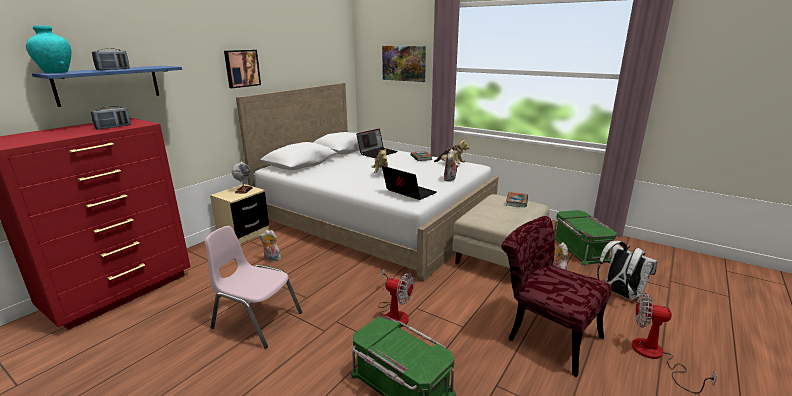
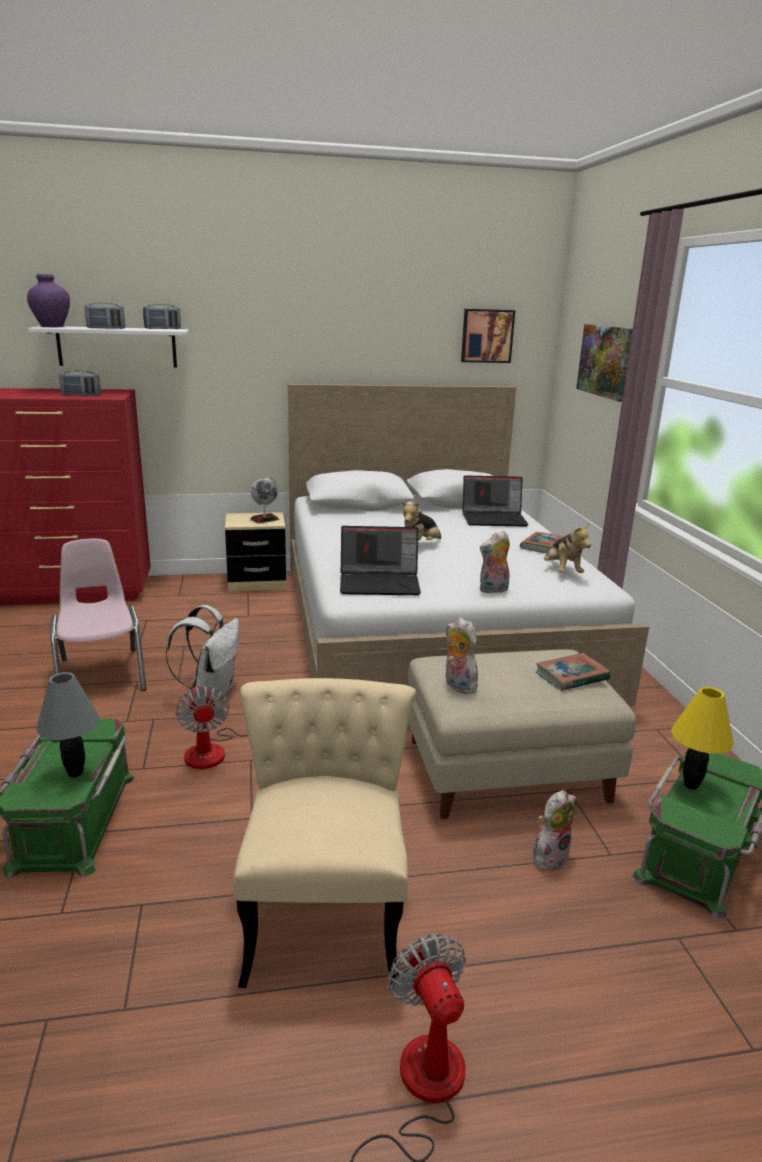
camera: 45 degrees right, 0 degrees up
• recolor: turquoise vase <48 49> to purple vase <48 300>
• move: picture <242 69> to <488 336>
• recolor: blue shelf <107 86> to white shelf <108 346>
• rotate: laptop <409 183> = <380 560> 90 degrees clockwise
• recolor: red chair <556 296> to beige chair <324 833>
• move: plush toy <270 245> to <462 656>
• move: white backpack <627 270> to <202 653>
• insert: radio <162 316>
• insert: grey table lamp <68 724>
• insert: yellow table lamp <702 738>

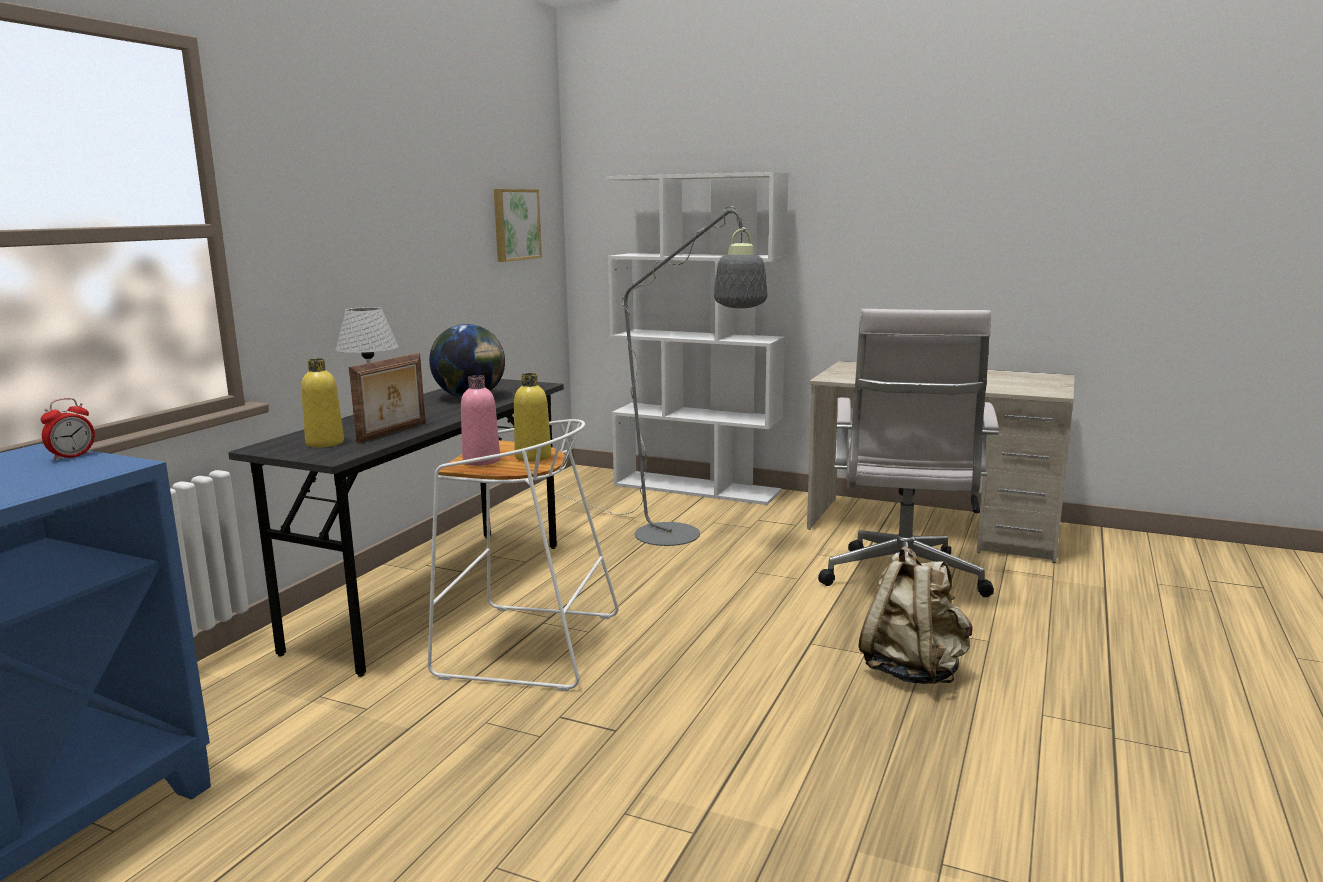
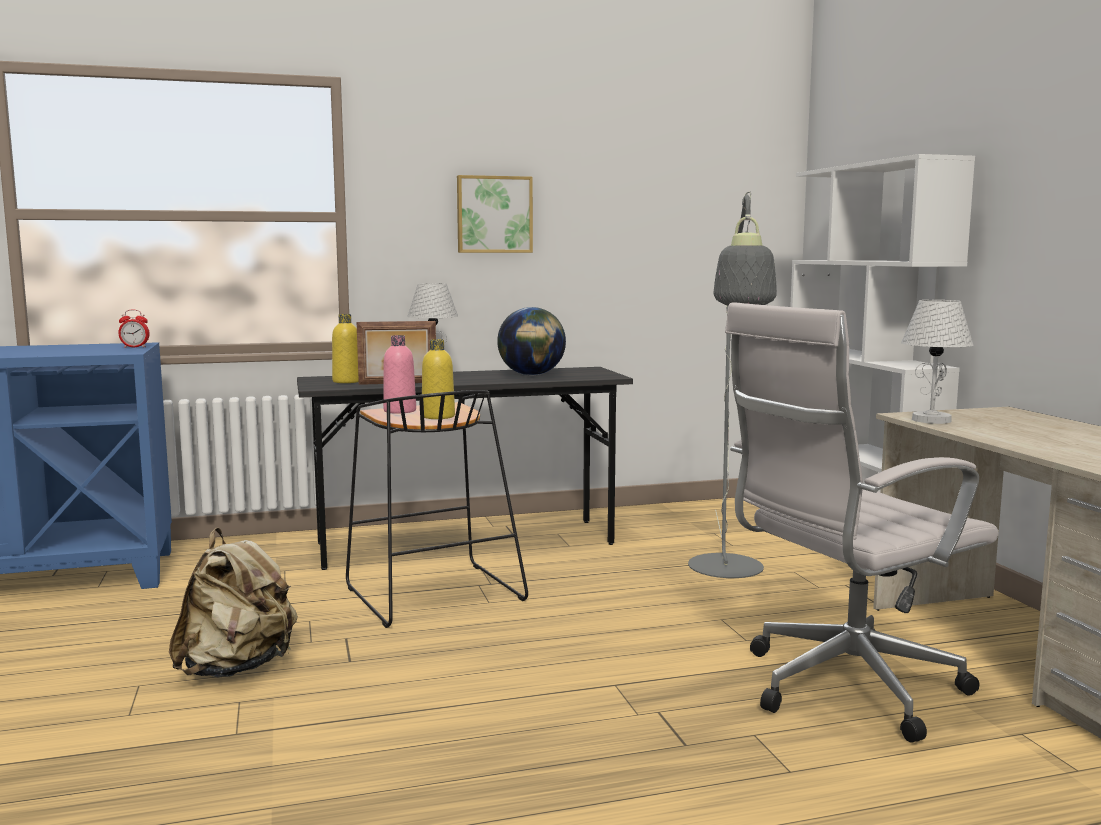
camera: 50 degrees right, 5 degrees down
• move: picture <518 225> to <495 214>
• recolor: white stool <523 555> to black stool <437 509>
• move: beige backpack <915 615> to <233 603>
• insert: white table lamp <937 362>

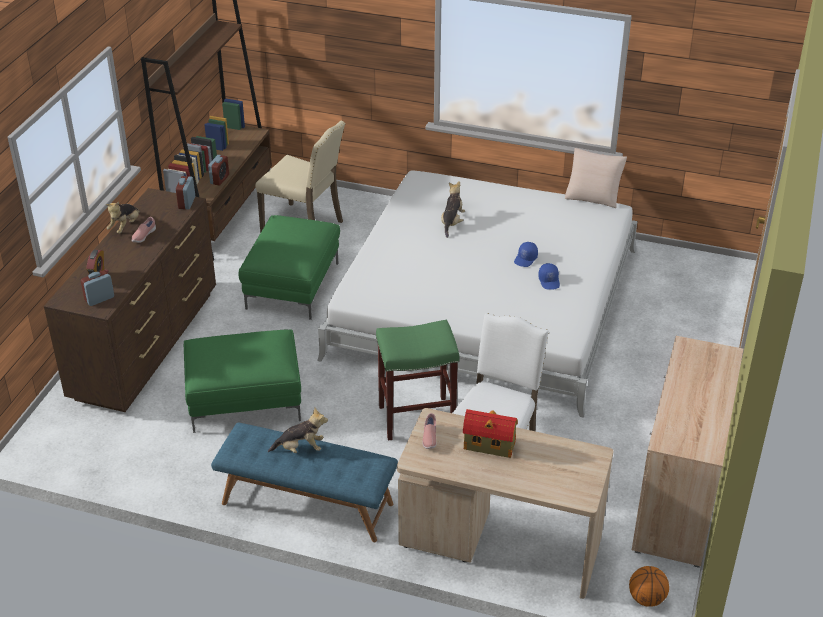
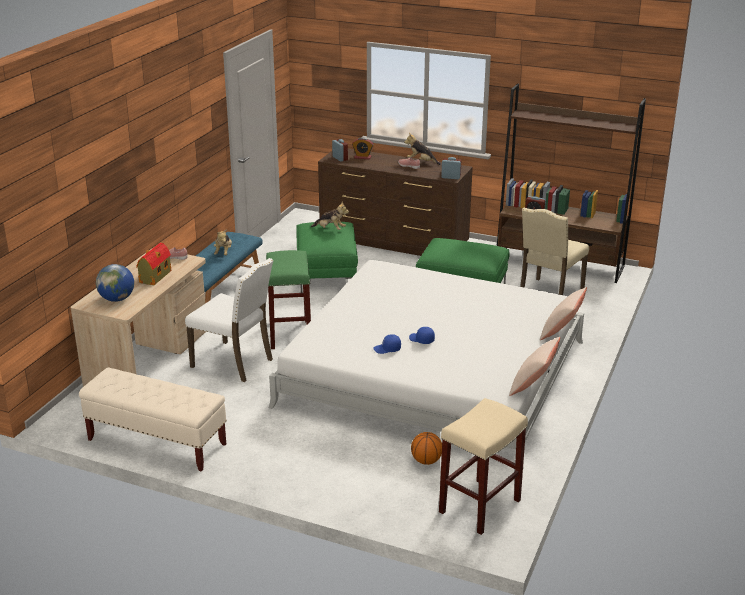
camera: 95 degrees right, 10 degrees down
• move: plush toy <453 209> to <330 215>
• replace: beige cabinet <687 452> to beige bench <153 419>
• move: basketball <649 586> to <426 448>
• insert: globe <115 283>
• insert: beige pillow <563 313>
• insert: beige stool <483 466>

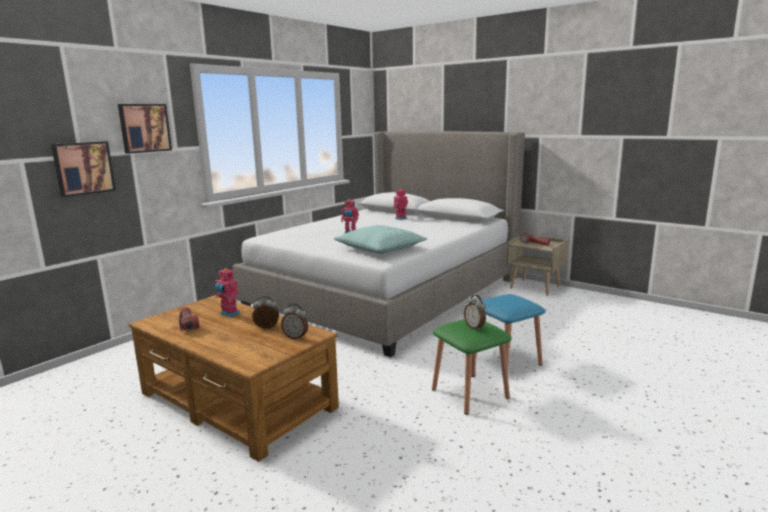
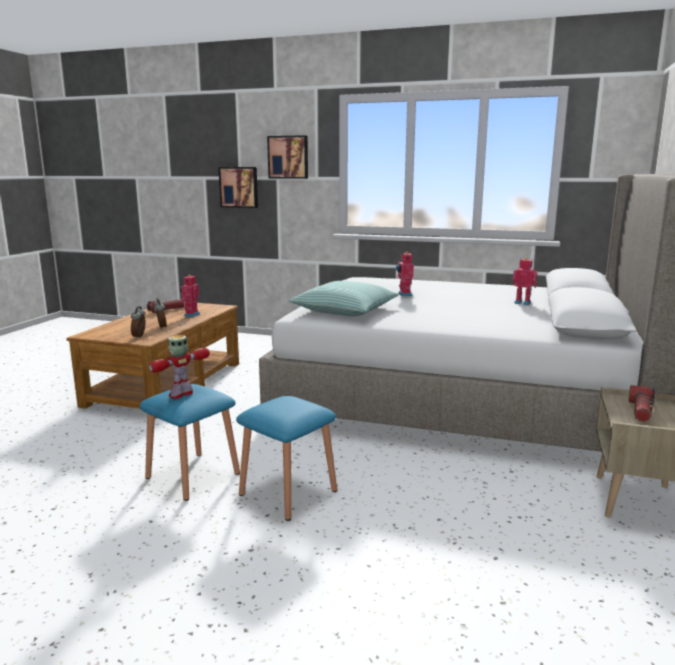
camera: 70 degrees right, 0 degrees up
• replace: alarm clock <475 313> to toy robot <179 367>
• recolor: green stool <472 367> to blue stool <190 442>

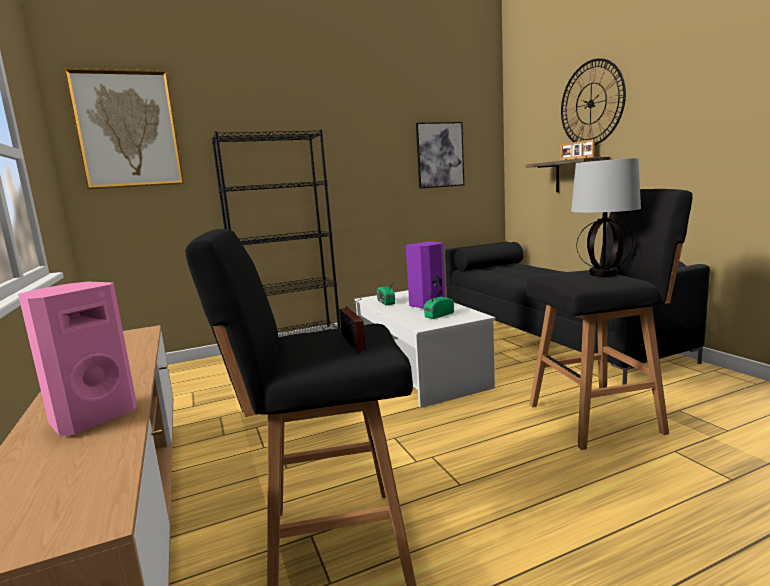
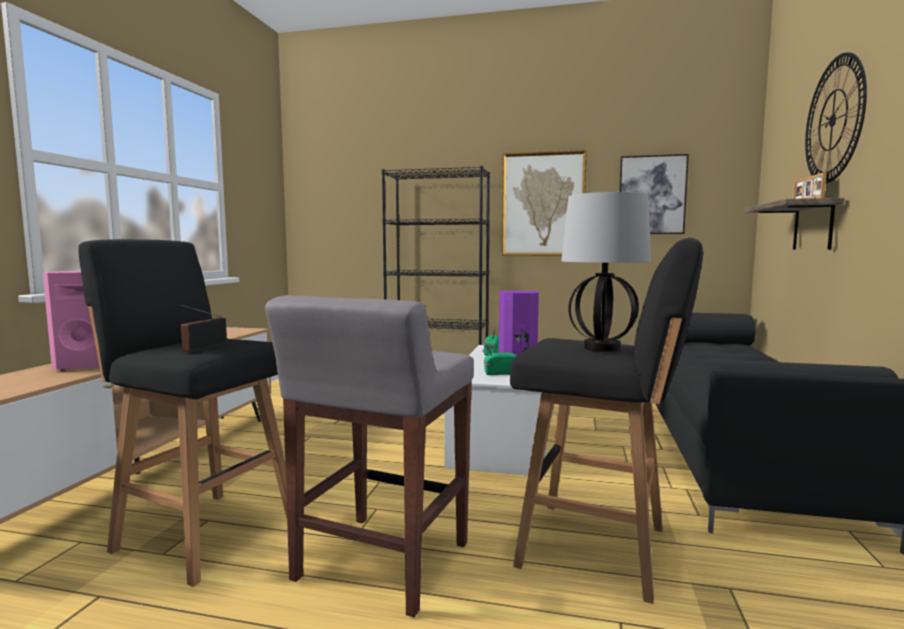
camera: 35 degrees right, 5 degrees down
• move: picture <124 128> to <544 203>
• insert: grey stool <369 456>

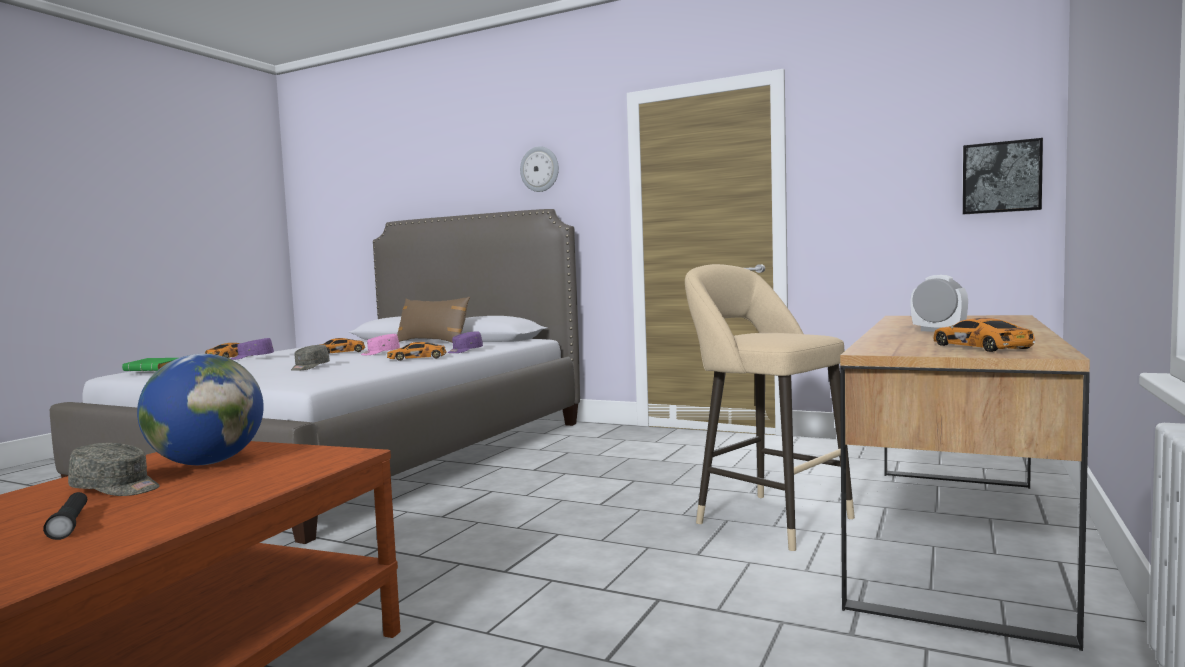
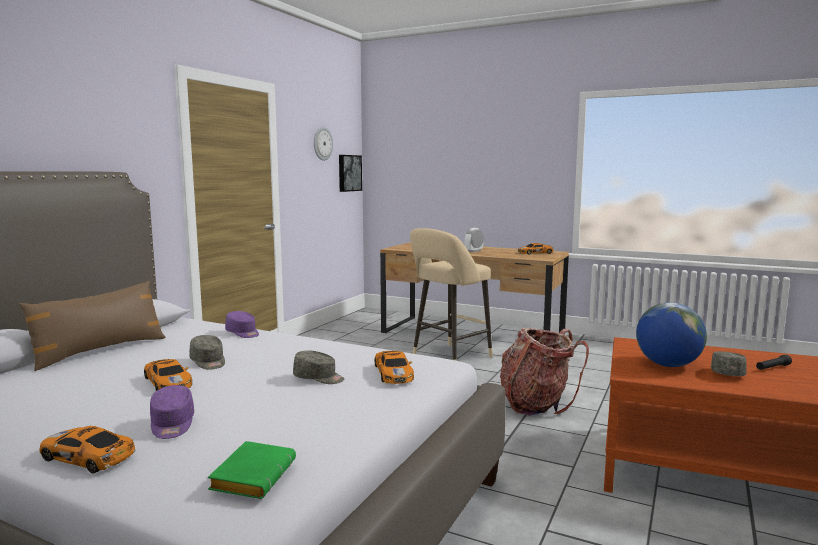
camera: 90 degrees left, 5 degrees up
• move: wall clock <539 169> to <323 144>
• recolor: pink cap <380 344> to grey cap <207 352>
• move: toy car <416 351> to <394 367>
• insert: backpack <544 371>

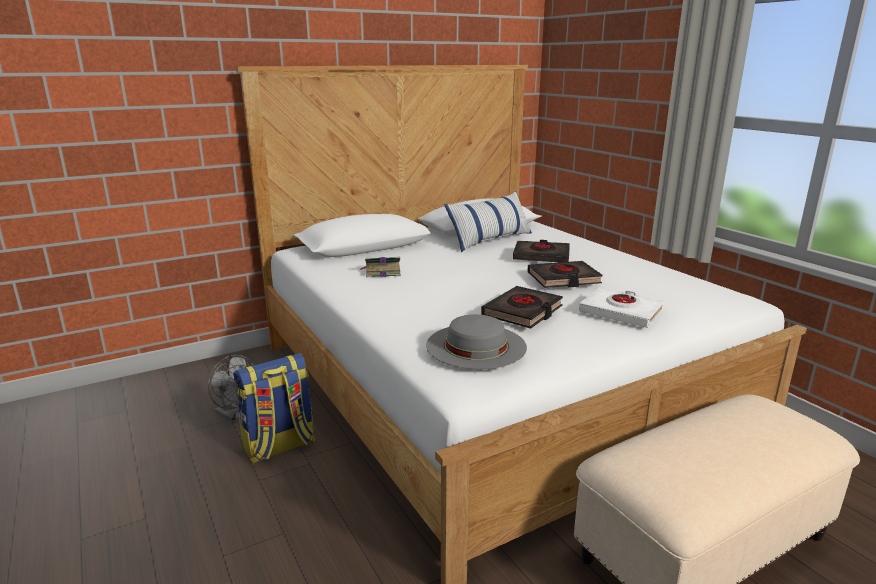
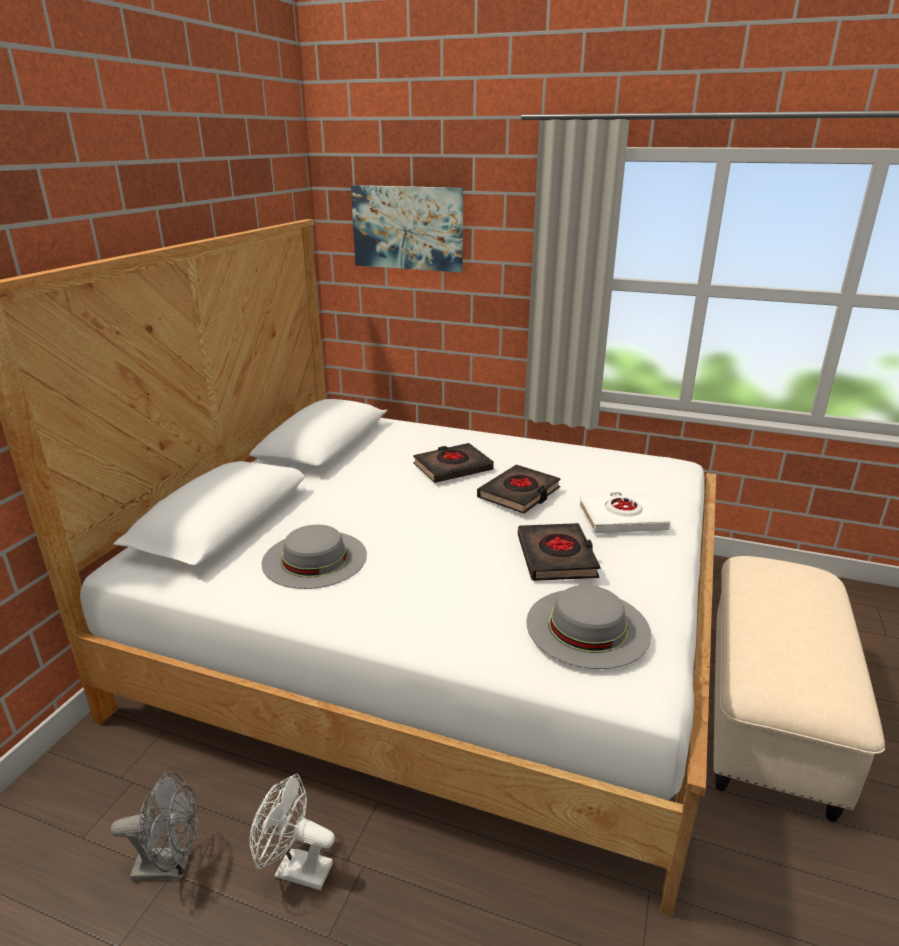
camera: 40 degrees left, 5 degrees up
• delete: pillow <488 221>
• replace: book <380 267> to grey hat <314 557>
• replace: backpack <274 408> to white fan <292 832>
• insert: picture <407 228>

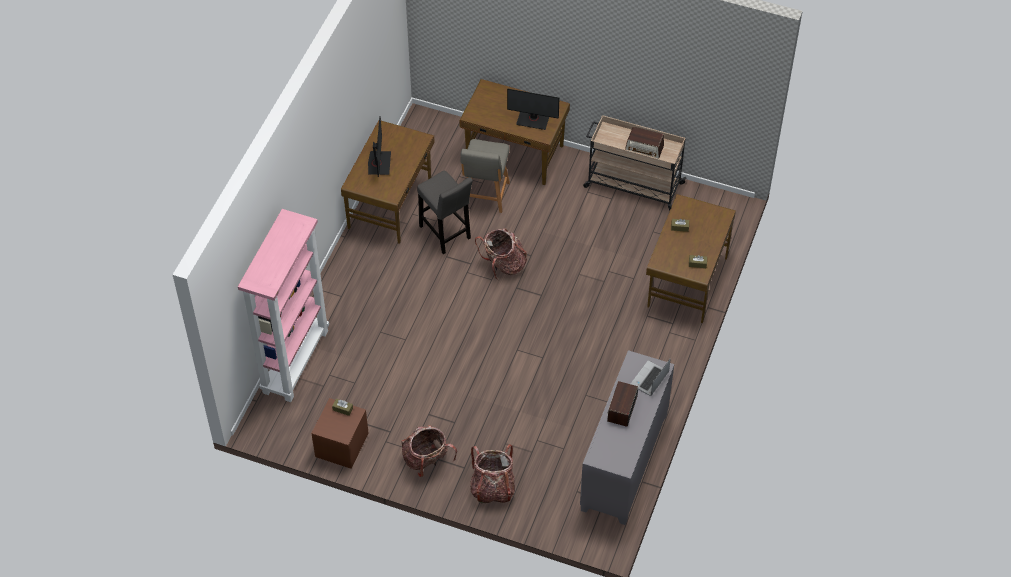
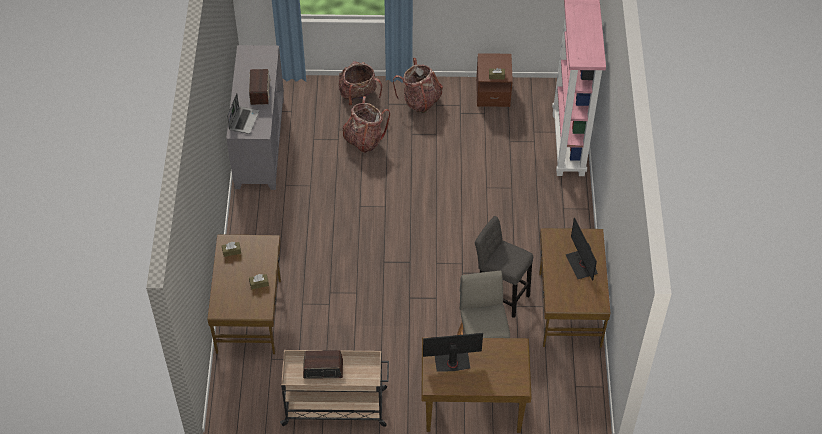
camera: 160 degrees right, 0 degrees up
• move: backpack <501 254> to <366 124>

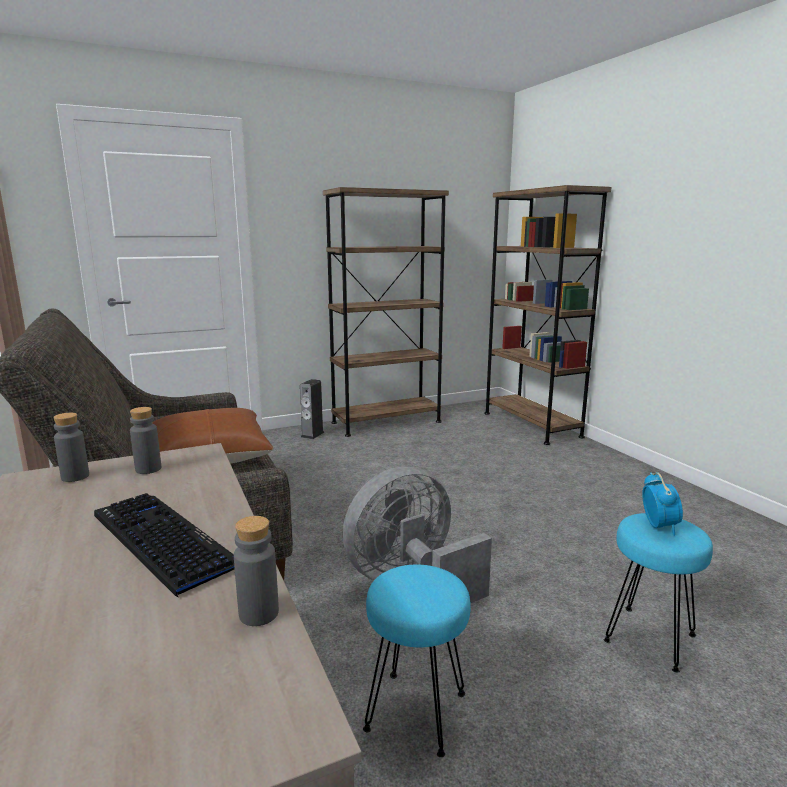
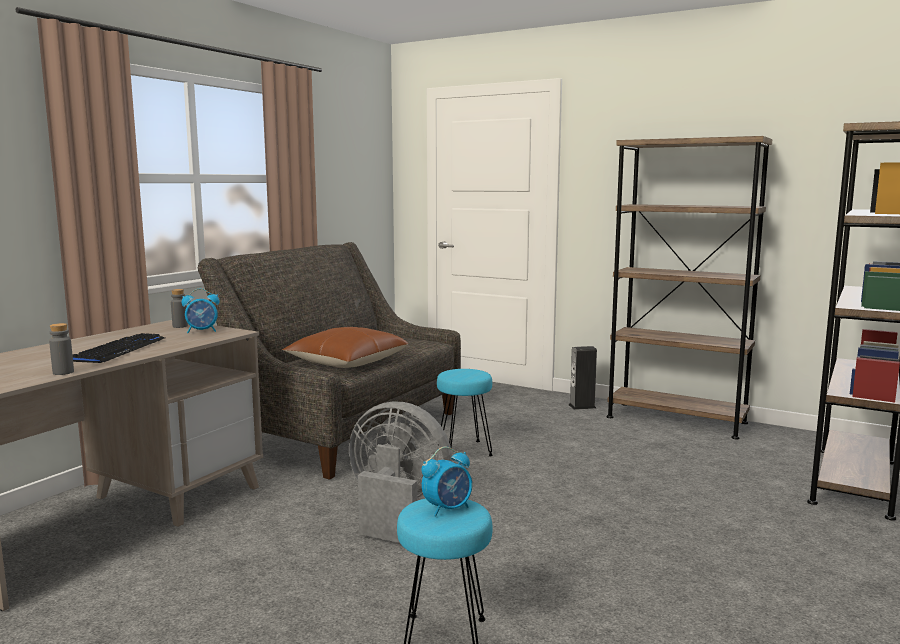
camera: 55 degrees right, 5 degrees down
• replace: grey bottle <145 440> to alarm clock <200 310>
• move: turquoise stool <417 661> to <465 413>

